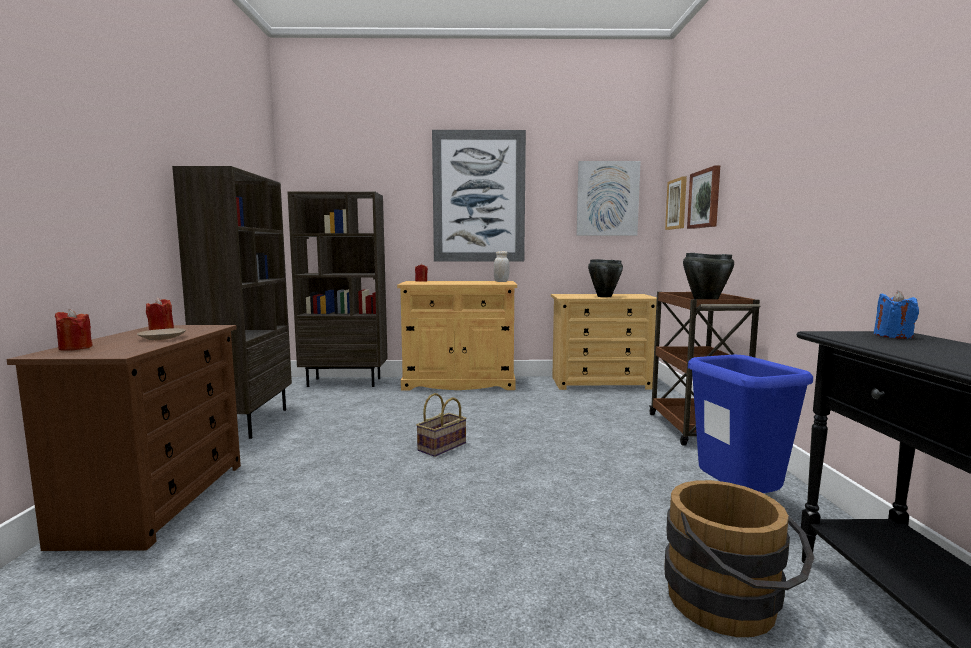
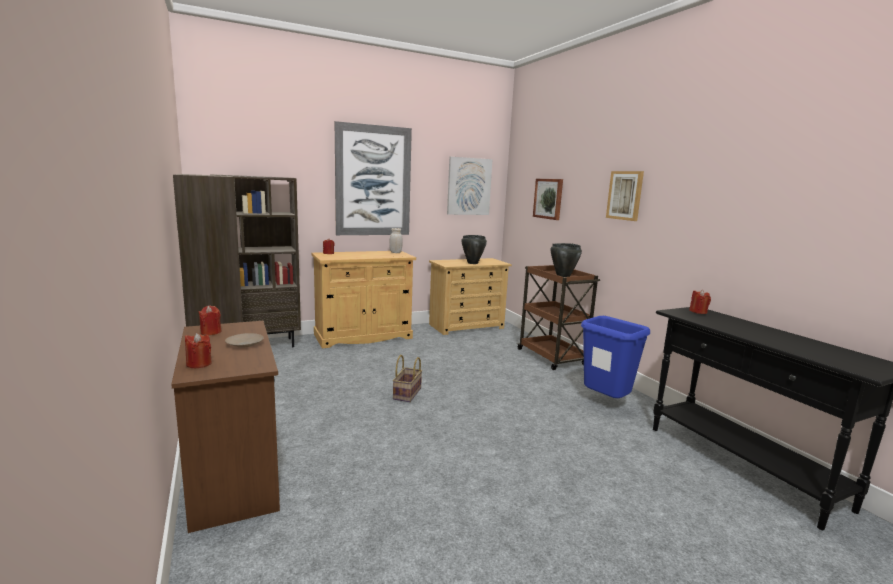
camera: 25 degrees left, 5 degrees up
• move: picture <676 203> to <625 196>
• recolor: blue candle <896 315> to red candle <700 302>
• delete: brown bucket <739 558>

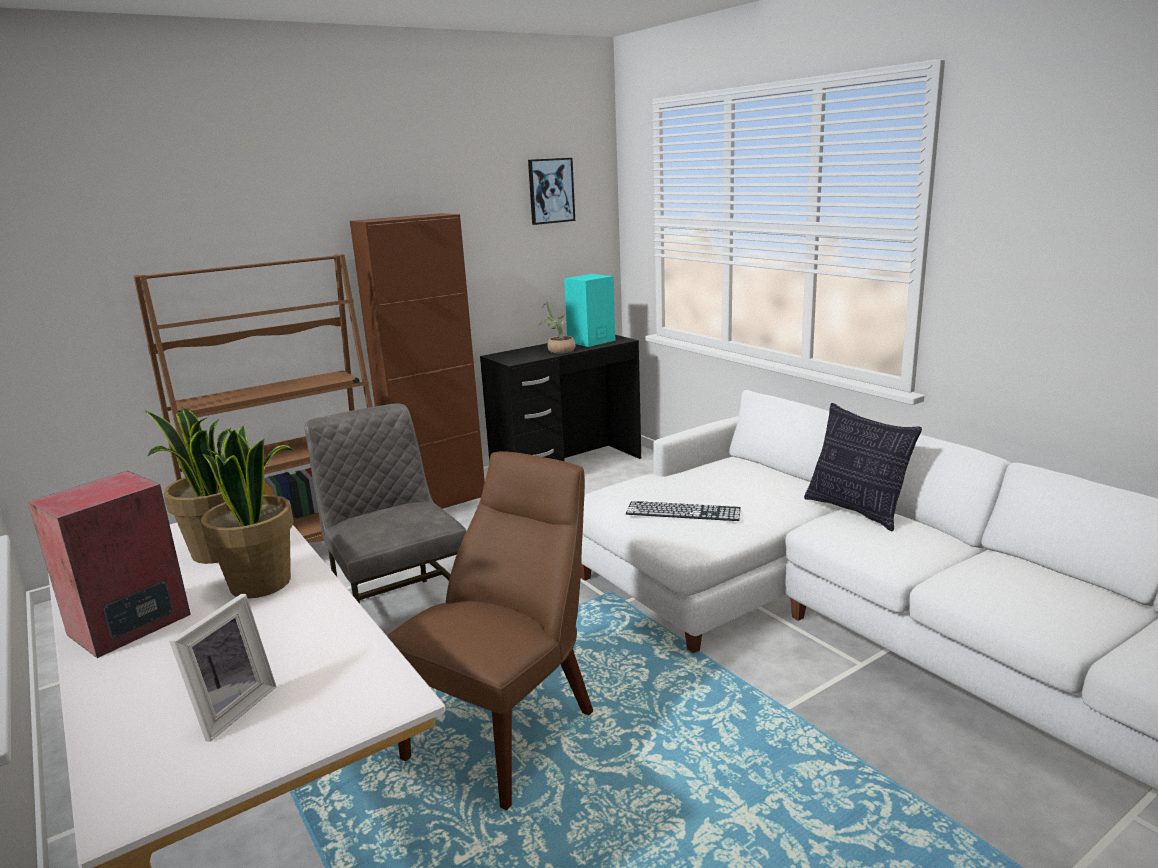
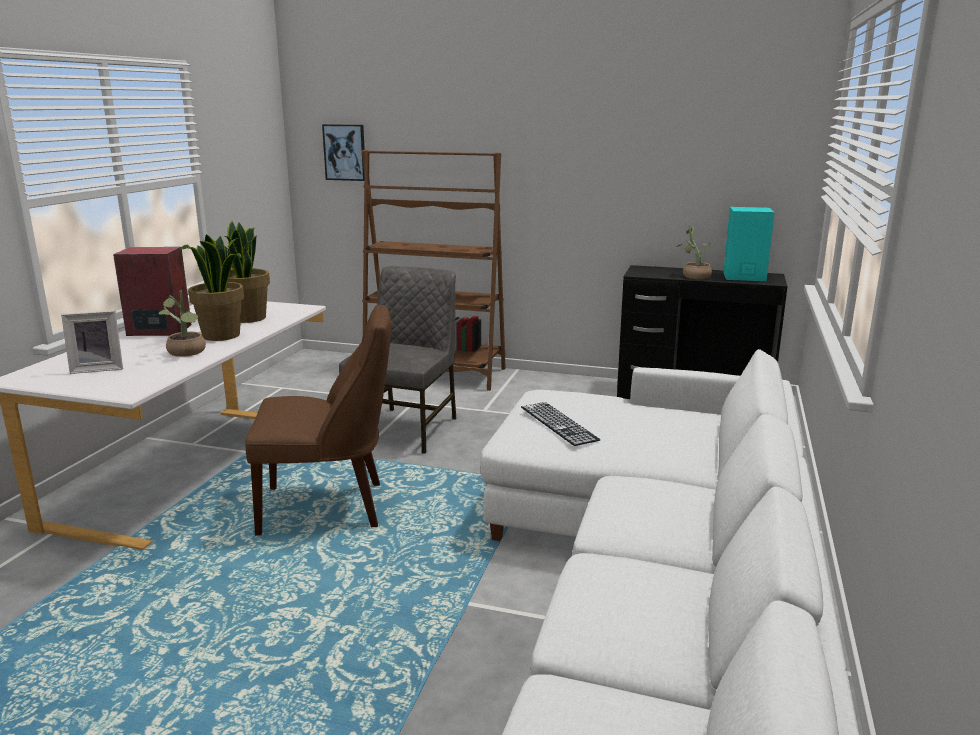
camera: 50 degrees right, 0 degrees up
• move: picture <551 191> to <343 152>
• delete: brown cabinet <417 361>
• delete: pillow <863 467>
• insert: potted plant <182 324>

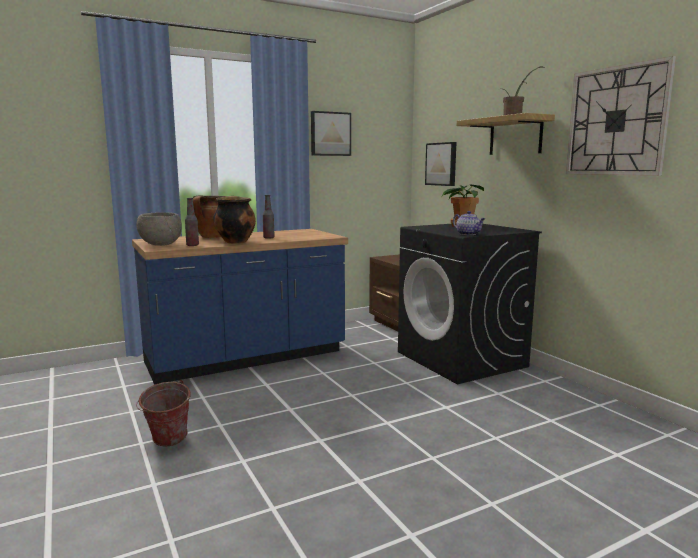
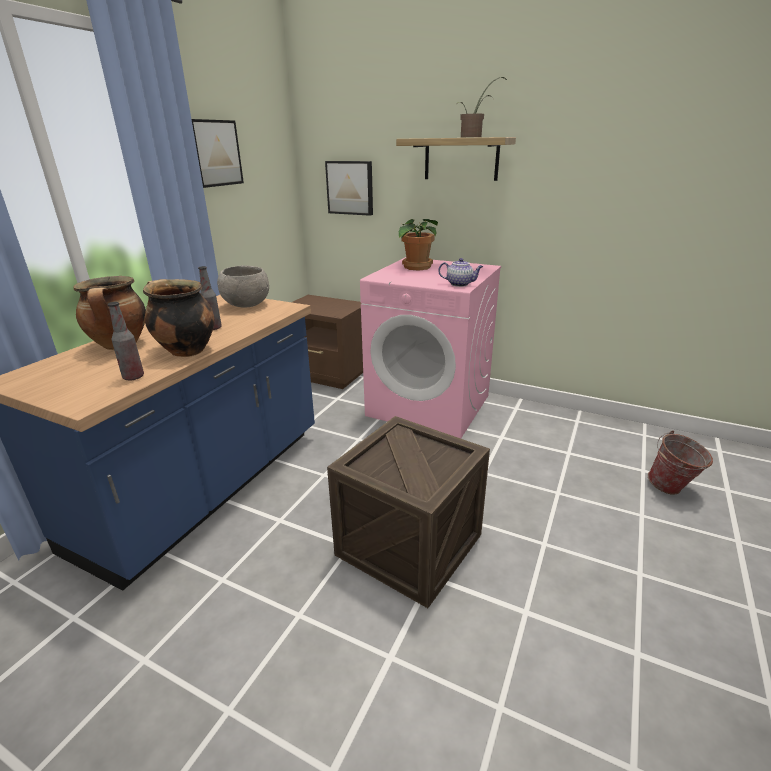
camera: 35 degrees left, 15 degrees up
• delete: wall clock <621 116>
• move: grey bowl <159 229> to <243 286>
• recolor: black washing machine <470 304> to pink washing machine <430 348>
• move: bucket <163 413> to <680 463>
• insert: crate <408 512>

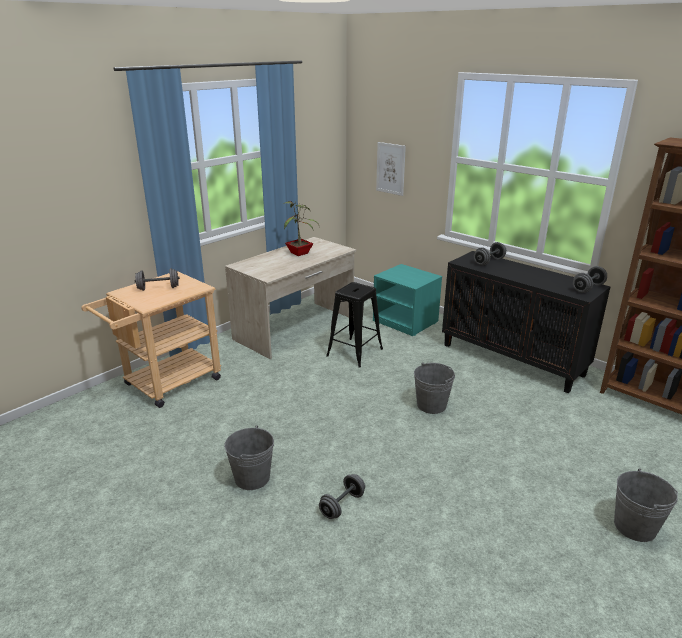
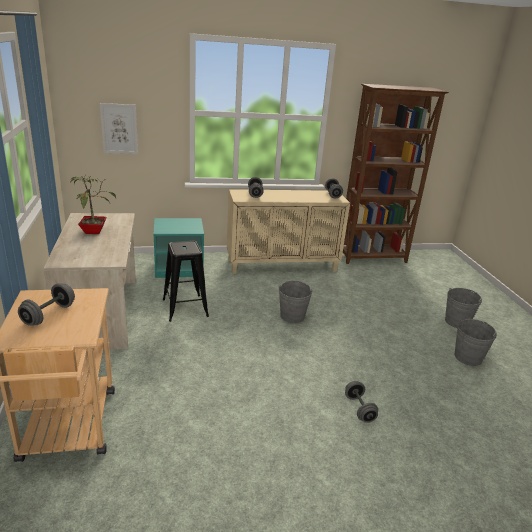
camera: 55 degrees left, 0 degrees up
• recolor: black cabinet <526 322> to beige cabinet <288 231>
• move: grey bucket <249 458> to <476 342>

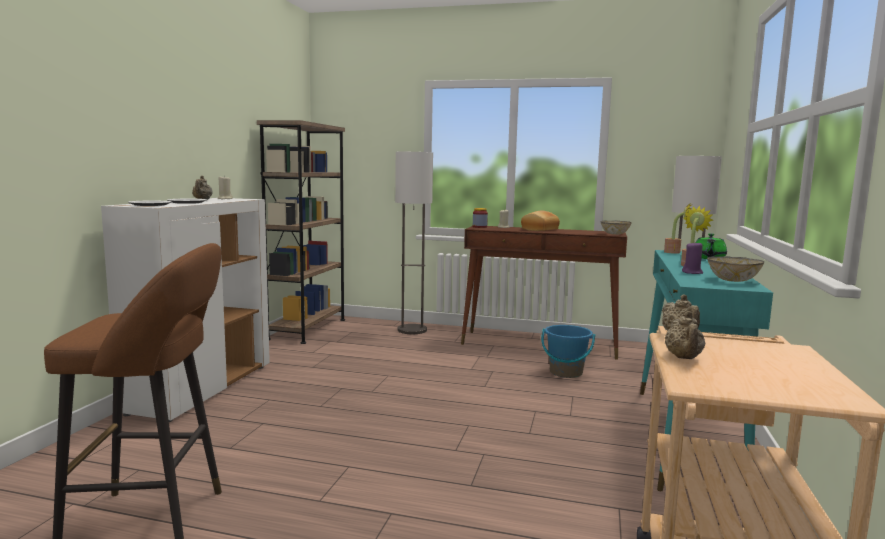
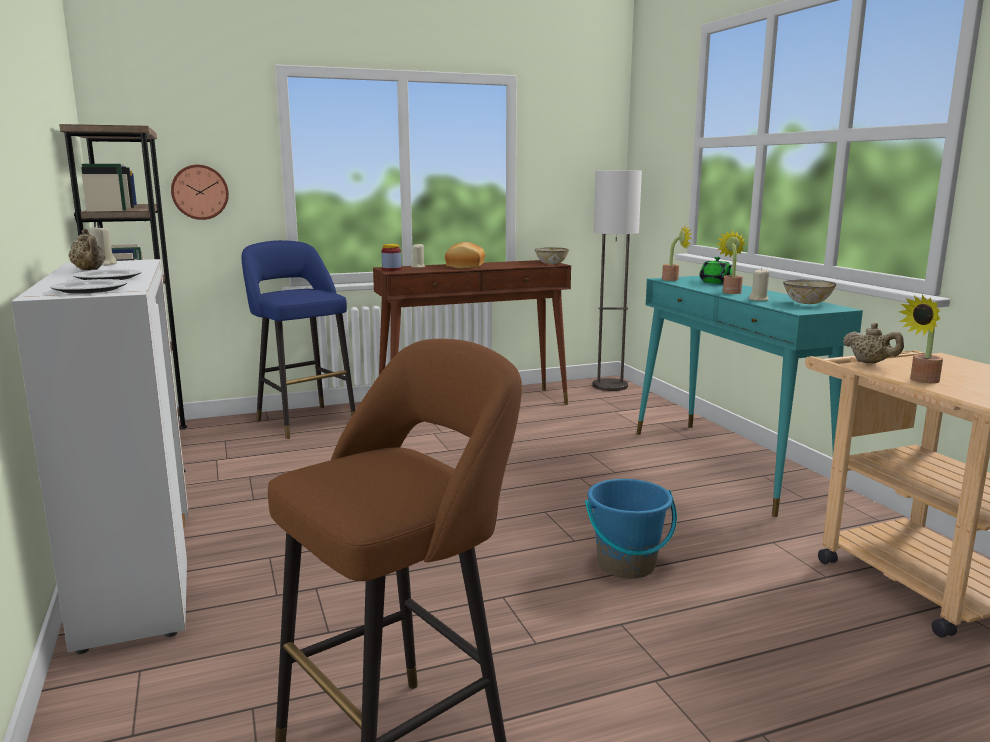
camera: 35 degrees left, 5 degrees up
• replace: floor lamp <414 243> to blue stool <299 339>
• recolor: purple candle <692 257> to beige candle <759 284>
• replace: beige teapot <685 335> to potted plant <921 339>
• move: blue bucket <568 351> to <631 529>
• insert: wall clock <200 192>

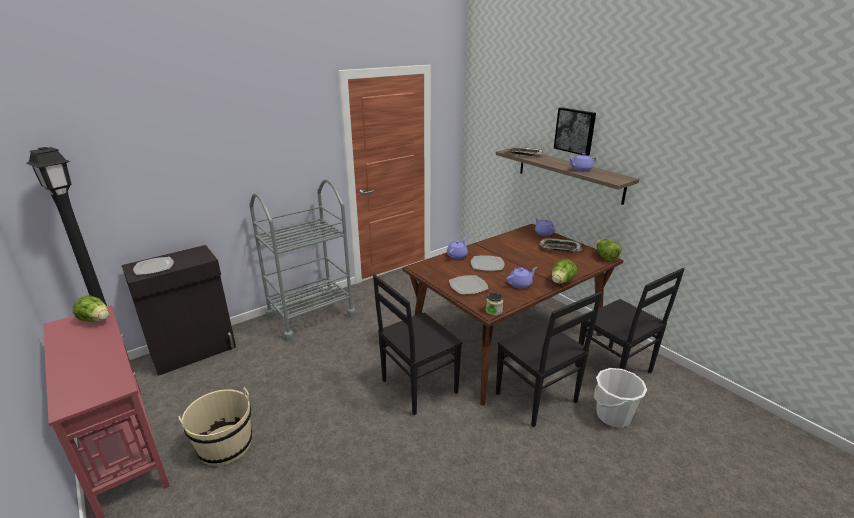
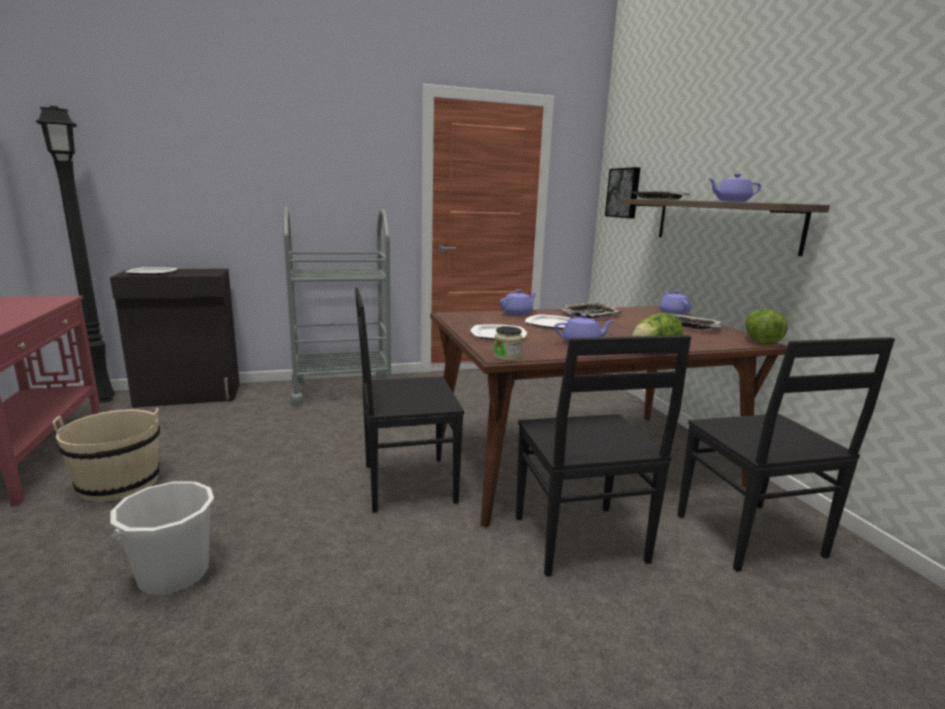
camera: 20 degrees right, 10 degrees down
• move: picture <575 131> to <622 193>
• delete: lettuce <91 308>
• move: white bucket <620 398> to <162 538>
• insert: tray <591 310>

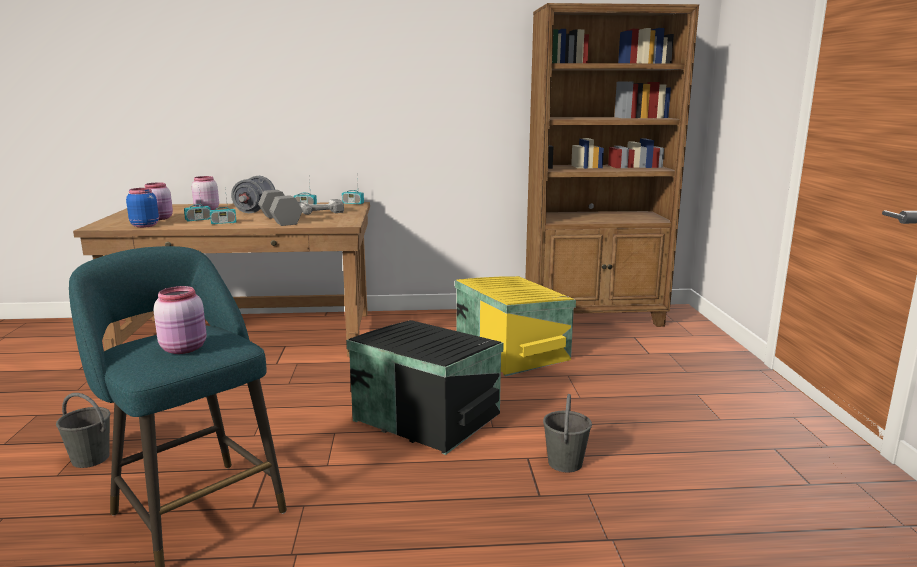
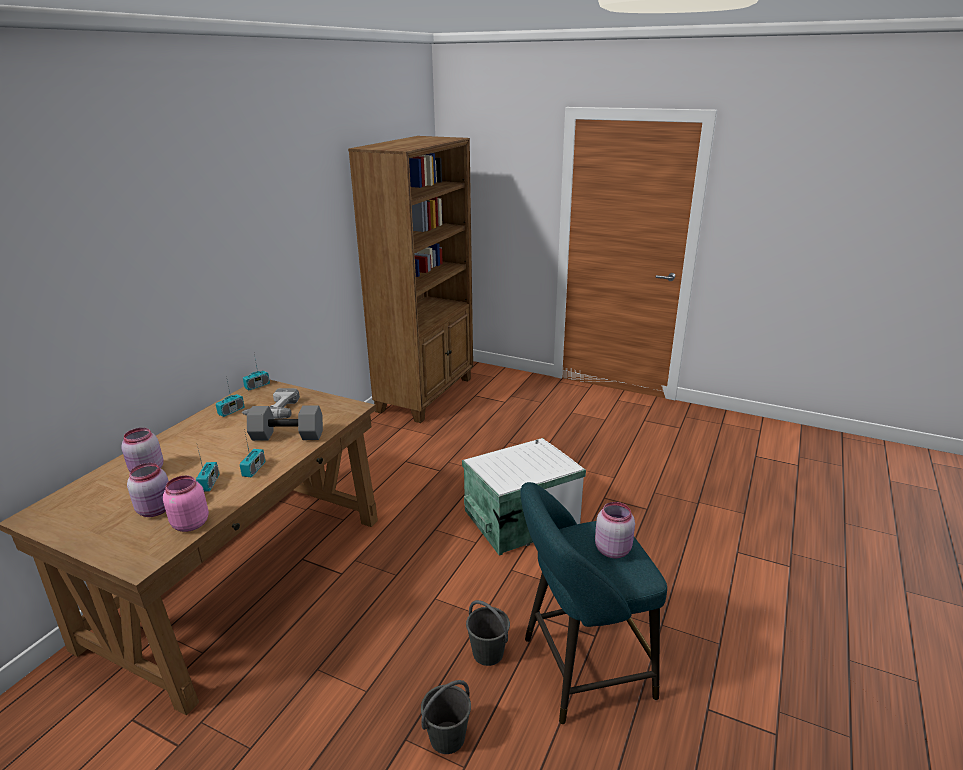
camera: 60 degrees left, 10 degrees up
• delete: grey dumbbell <253 194>
• recolor: blue jar <142 208> to pink jar <186 504>
• delete: yellow storage box <515 326>
• recolor: black storage box <425 387> to white storage box <524 497>
• move: grey bucket <567 433> to <488 633>

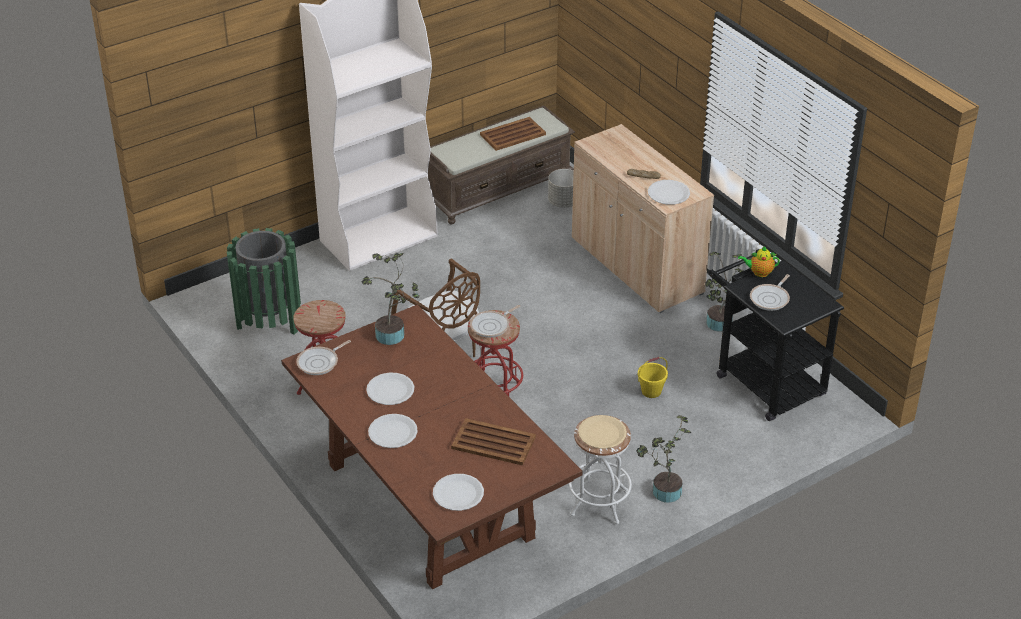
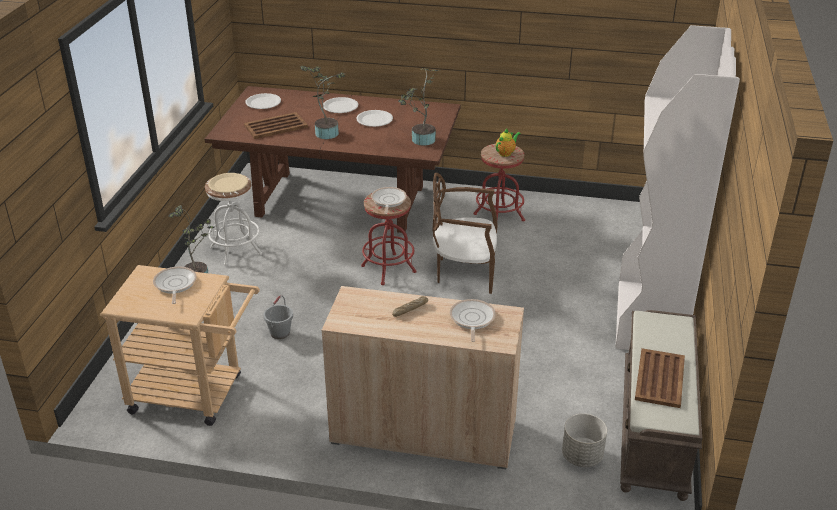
camera: 135 degrees right, 5 degrees down
• delete: white plate <669 192>
• delete: green trash can <264 281>
• move: teapot <759 261> to <508 143>
• recolor: black cart <776 335> to beige cart <180 345>
• move: potted plant <724 292> to <322 102>
• move: frying pan <323 357> to <473 320>
• recolor: yellow bucket <653 377> to grey bucket <278 317>

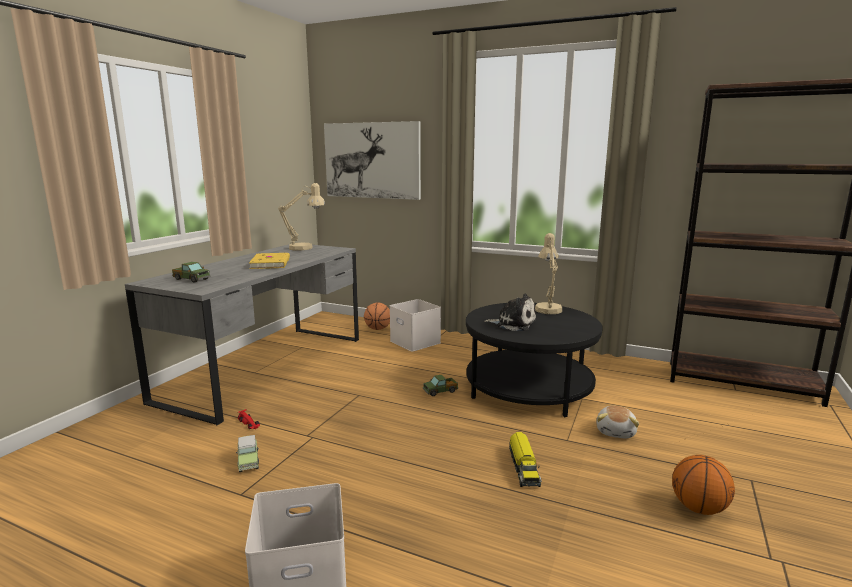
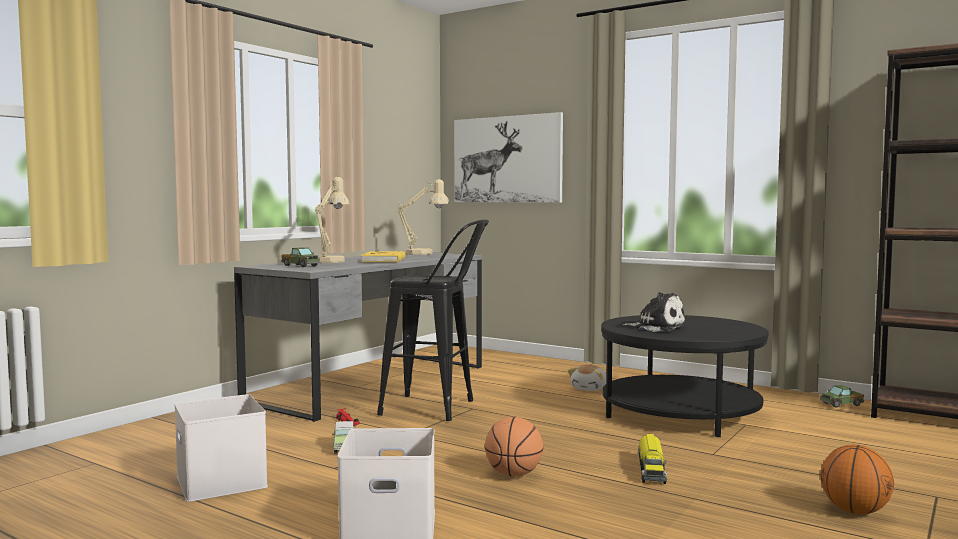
camera: 10 degrees right, 10 degrees down
• move: beige table lamp <548 273> to <332 220>
• move: white storage box <415 325> to <221 448>
• move: basketball <377 316> to <514 447>
• move: toy truck <440 385> to <842 396>
• move: plush toy <617 422> to <587 377>
• insert: black stool <433 320>

